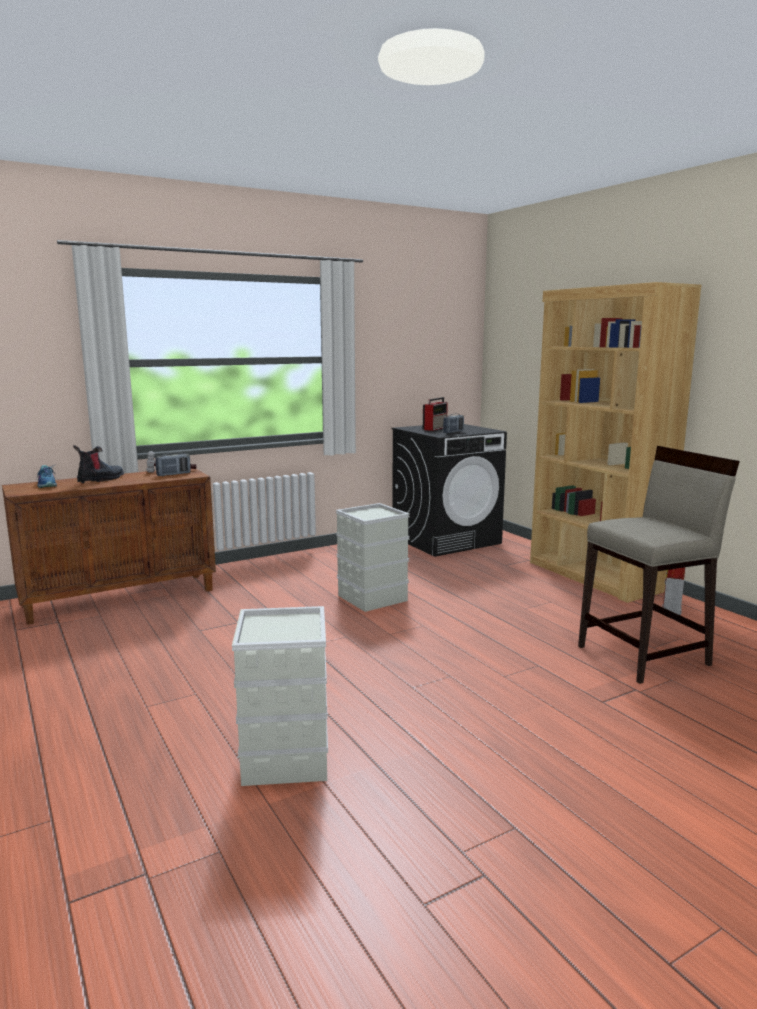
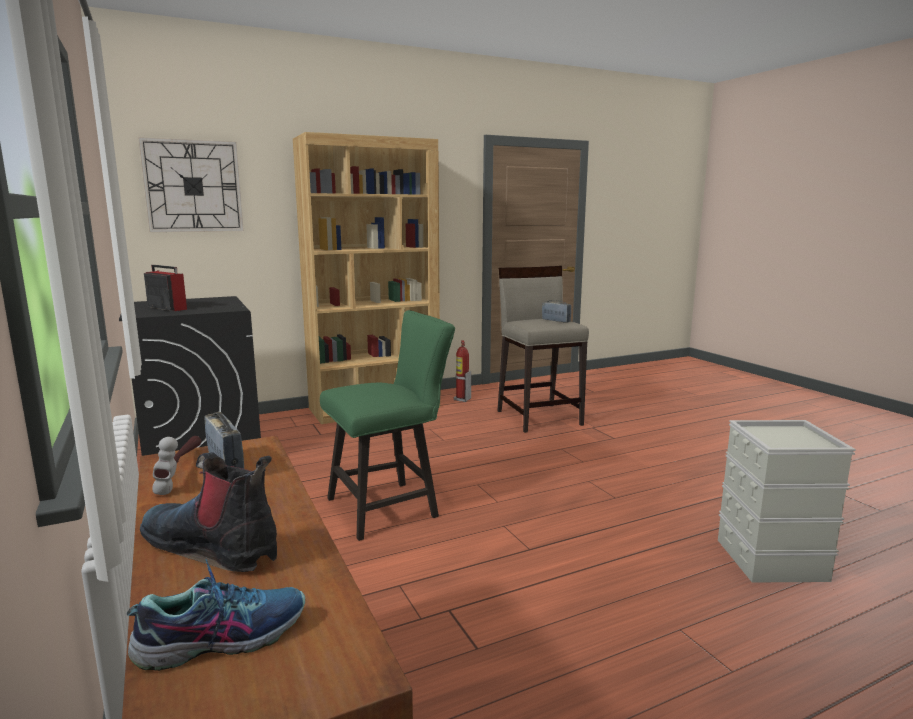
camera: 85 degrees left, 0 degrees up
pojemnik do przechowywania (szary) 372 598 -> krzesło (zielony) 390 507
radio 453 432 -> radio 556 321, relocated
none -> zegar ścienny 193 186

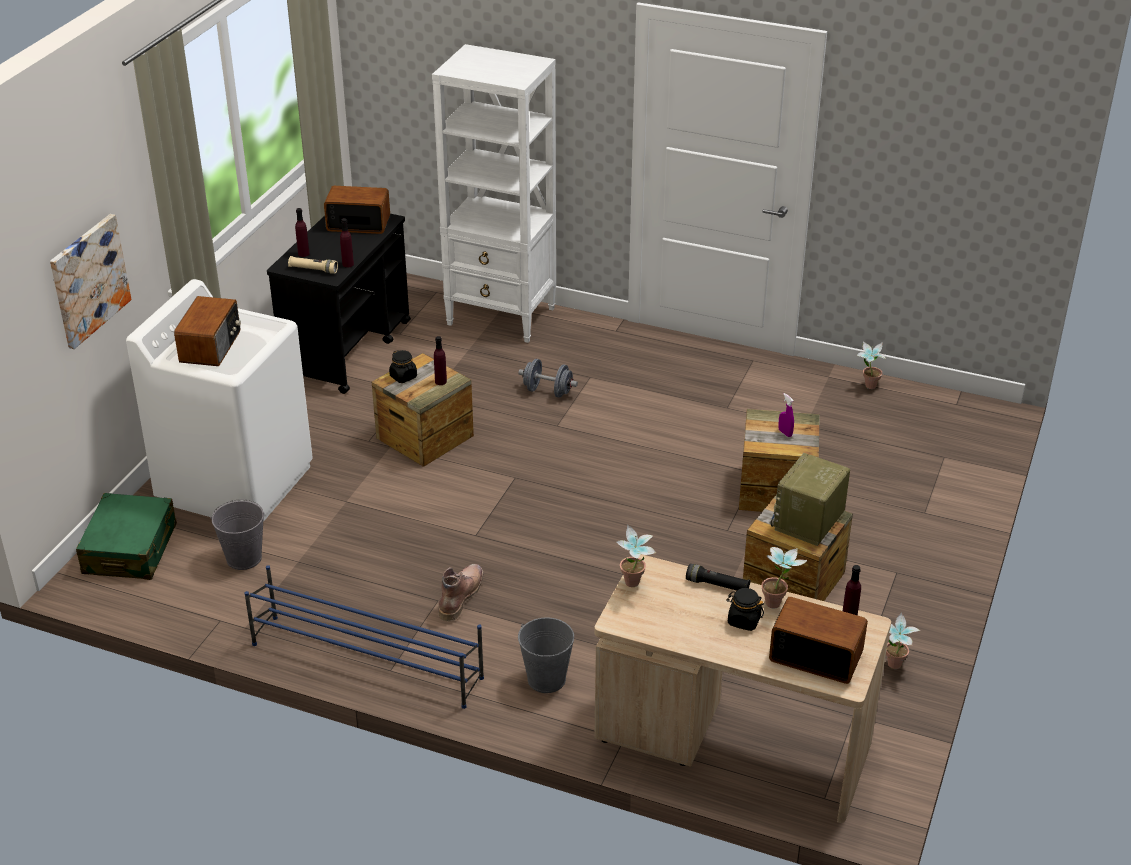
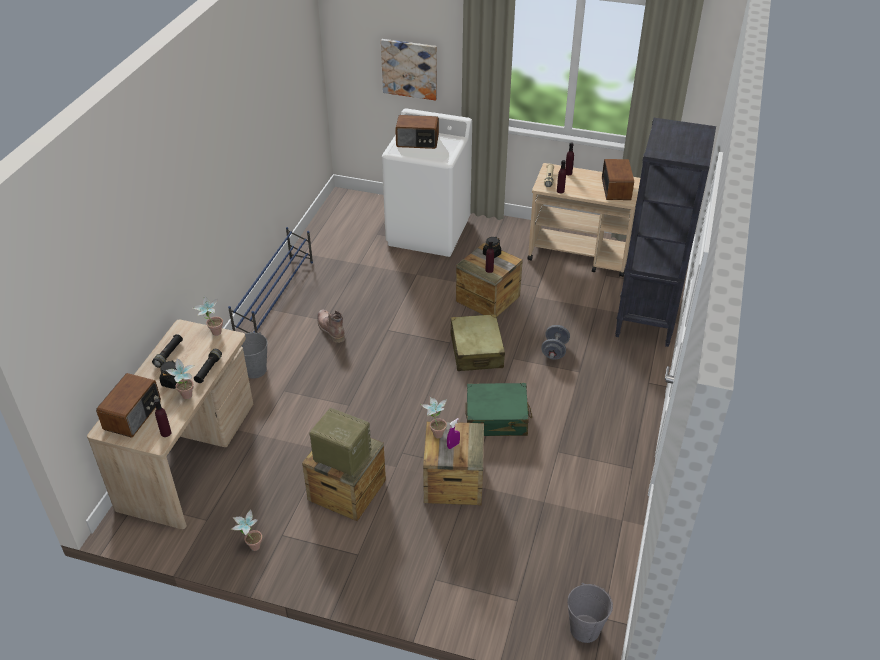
camera: 85 degrees right, 5 degrees up
walizka (zielony) 130 549 -> walizka (zielony) 497 418, relocated
wiadro (szary) 244 558 -> wiadro (szary) 584 629, relocated
wózek (czarny) 347 349 -> wózek (beżowy) 580 255
regał (biały) 502 317 -> regał (czarny) 645 321
but z cholewką (brązowy) 460 596 -> but z cholewką (brązowy) 330 328, 135 degrees counterclockwise
roślina doniczkowa 867 387 -> roślina doniczkowa 435 432, relocated
none -> latarka (czarny) 168 354
none -> walizka (beżowy) 476 351

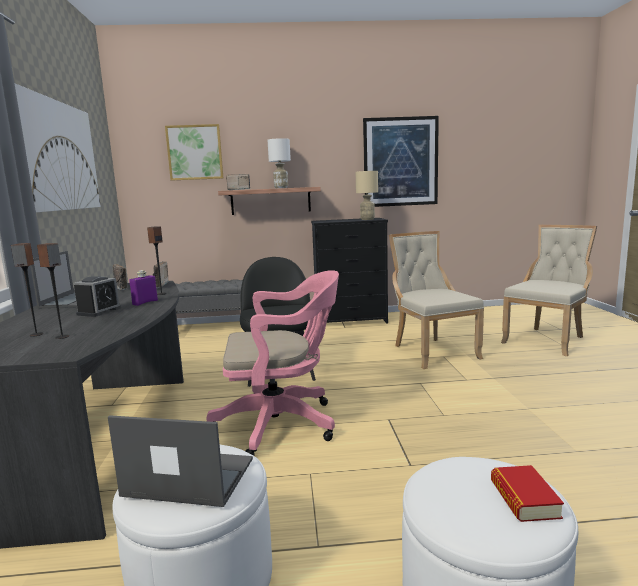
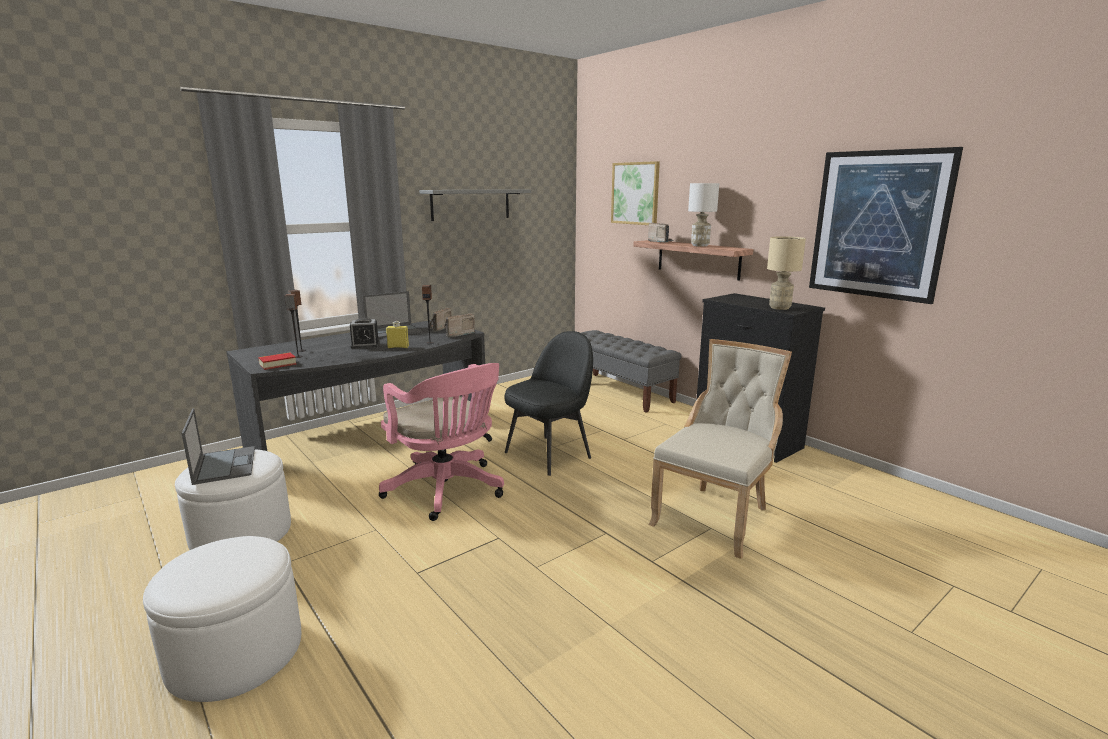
camera: 55 degrees right, 5 degrees up
obraz 59 156 -> półka (szary) 470 204
butelka (fioletowy) 145 302 -> butelka (żółty) 398 347
książka 524 499 -> książka 278 364, relocated
krzesło (beżowy) 547 340 -> none

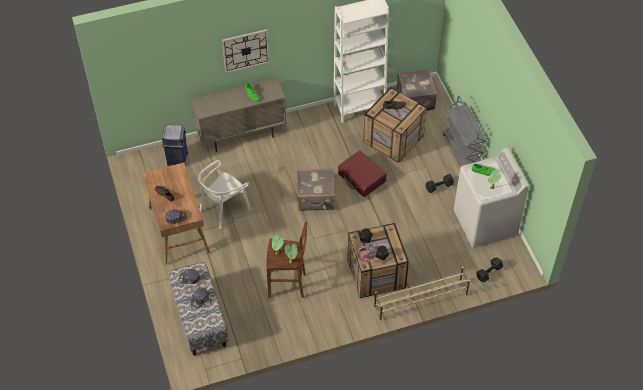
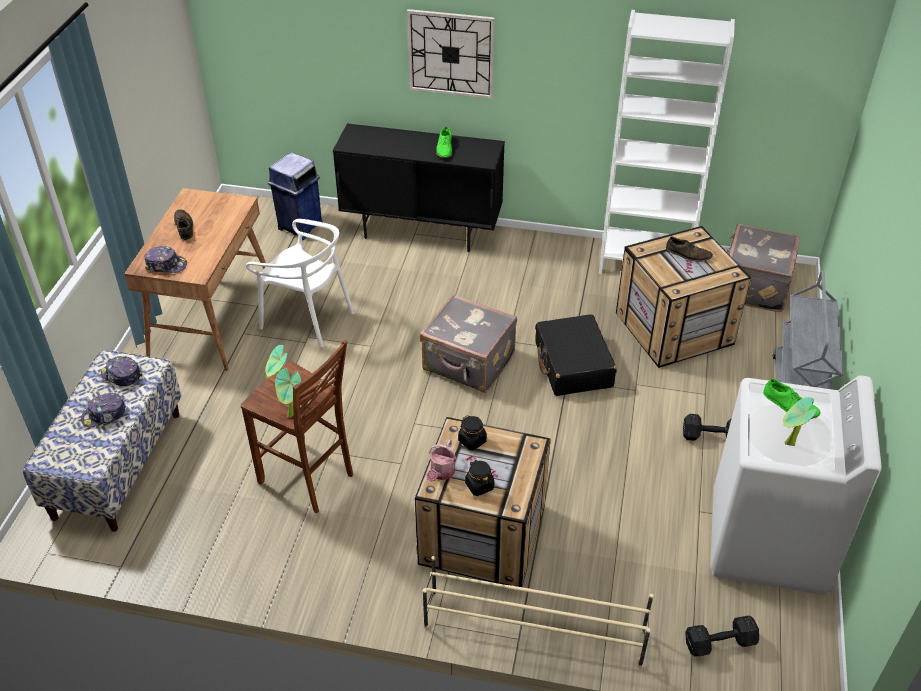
camera: 30 degrees right, 10 degrees down
szafka (beżowy) 241 135 -> szafka (czarny) 422 232
krzesło (biały) 224 208 -> krzesło (biały) 307 318, 135 degrees counterclockwise
walizka (czerwony) 361 178 -> walizka (czarny) 573 365

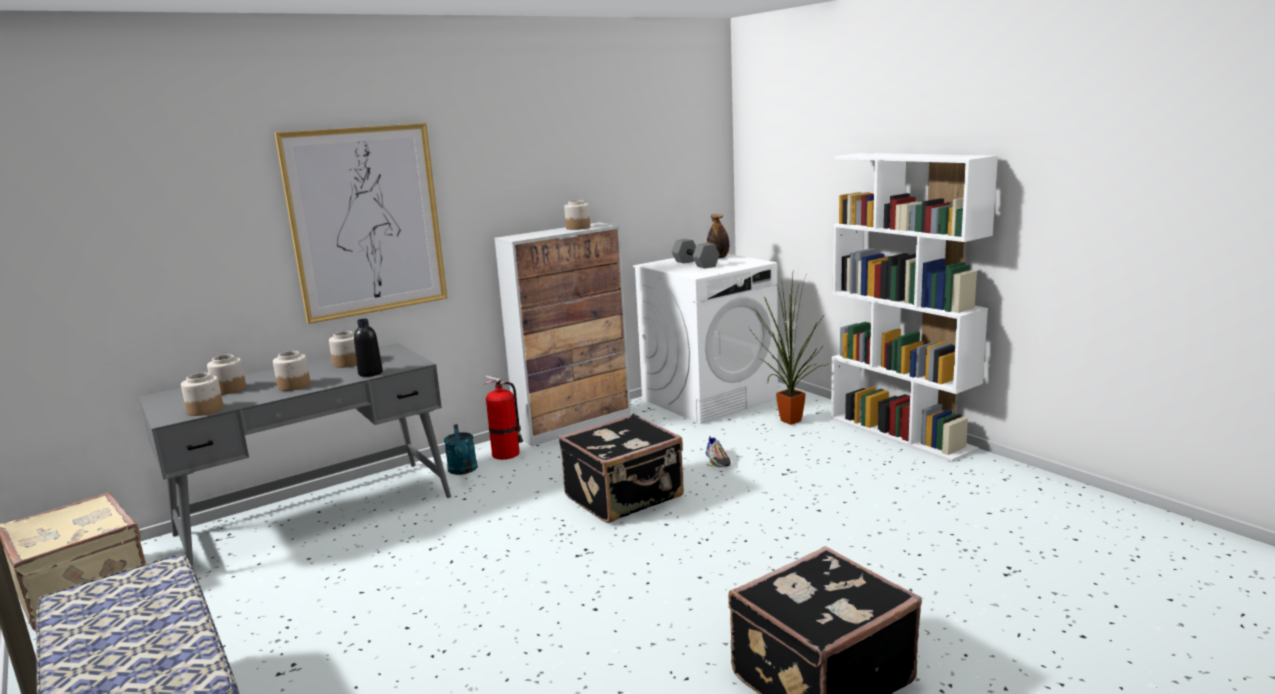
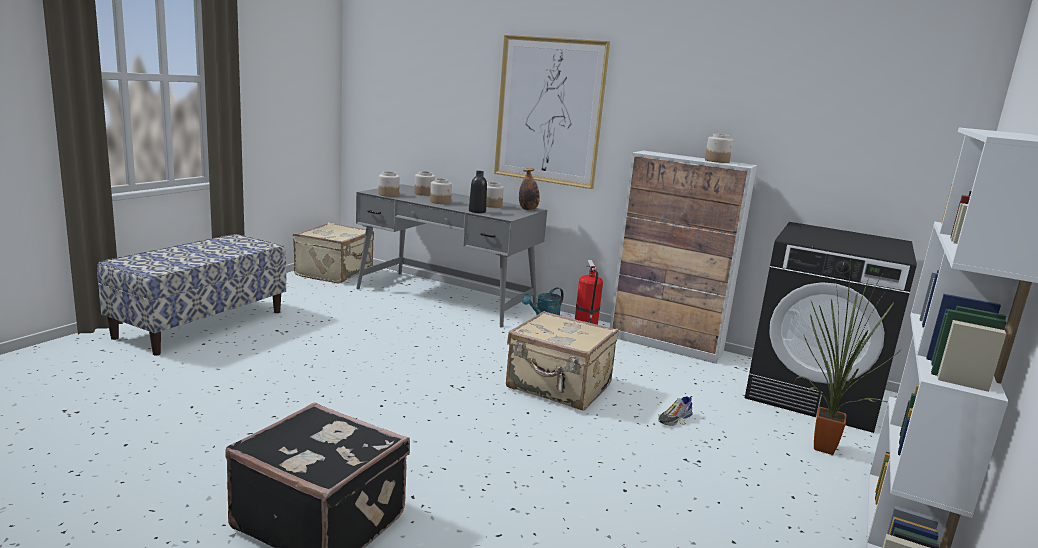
camera: 60 degrees right, 0 degrees up
walizka (czarny) 625 497 -> walizka (beżowy) 558 387
pralka (biały) 709 398 -> pralka (czarny) 812 394
hantel (szary) 694 264 -> none
butelka 718 257 -> butelka 528 209, relocated

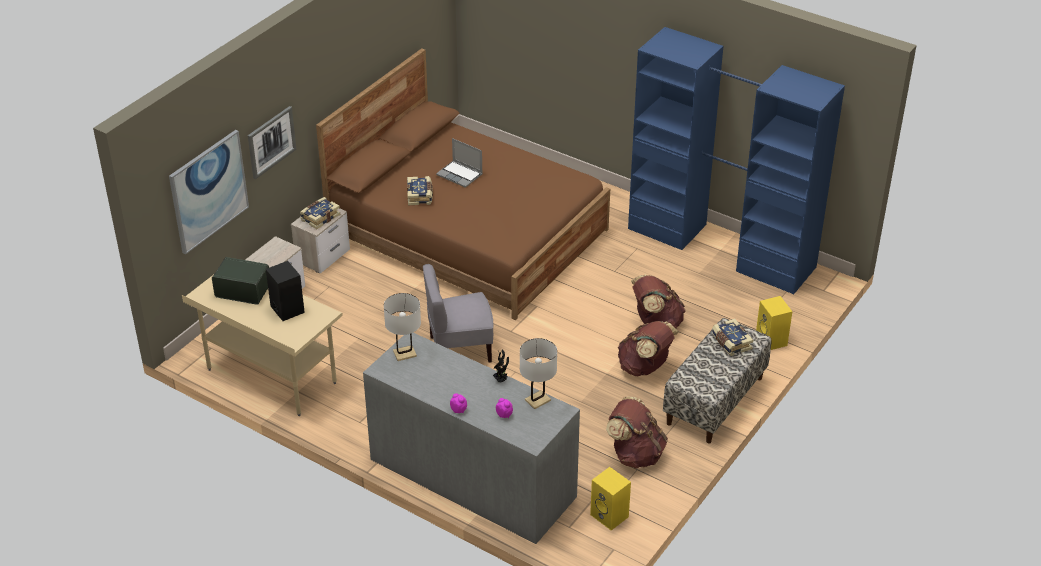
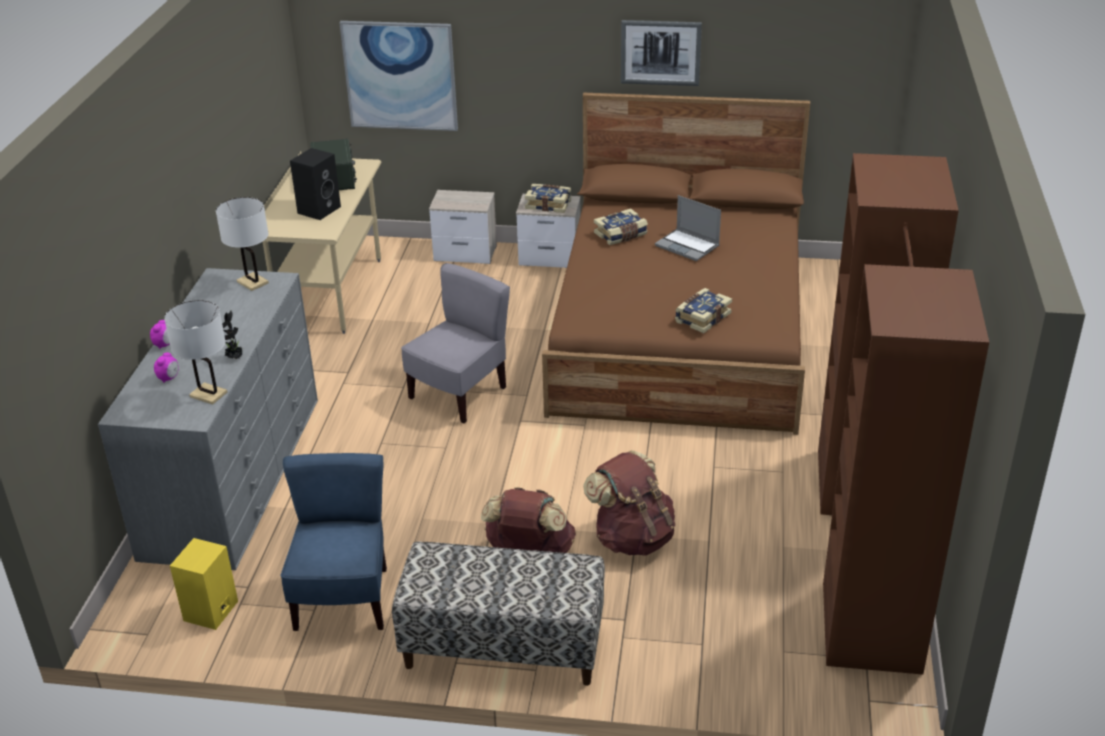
camera: 65 degrees right, 5 degrees down
obraz 271 142 -> obraz 660 52, relocated
krzesło (szary) 460 348 -> krzesło (szary) 459 394, 75 degrees clockwise
laptop 460 175 -> laptop 688 246, 60 degrees counterclockwise
plecak (brązowy) 635 454 -> krzesło (niebieski) 344 599
szafa (niebieski) 721 248 -> szafa (brązowy) 865 552
książka 730 343 -> książka 702 318, relocated
głośnik (żółty) 772 340 -> none

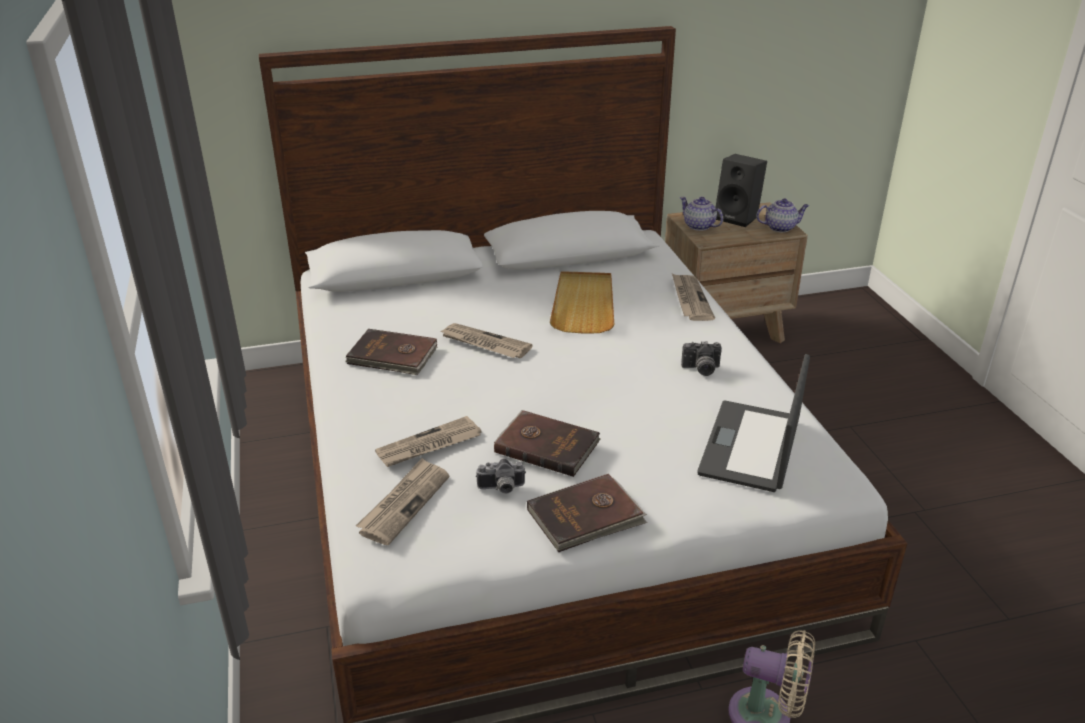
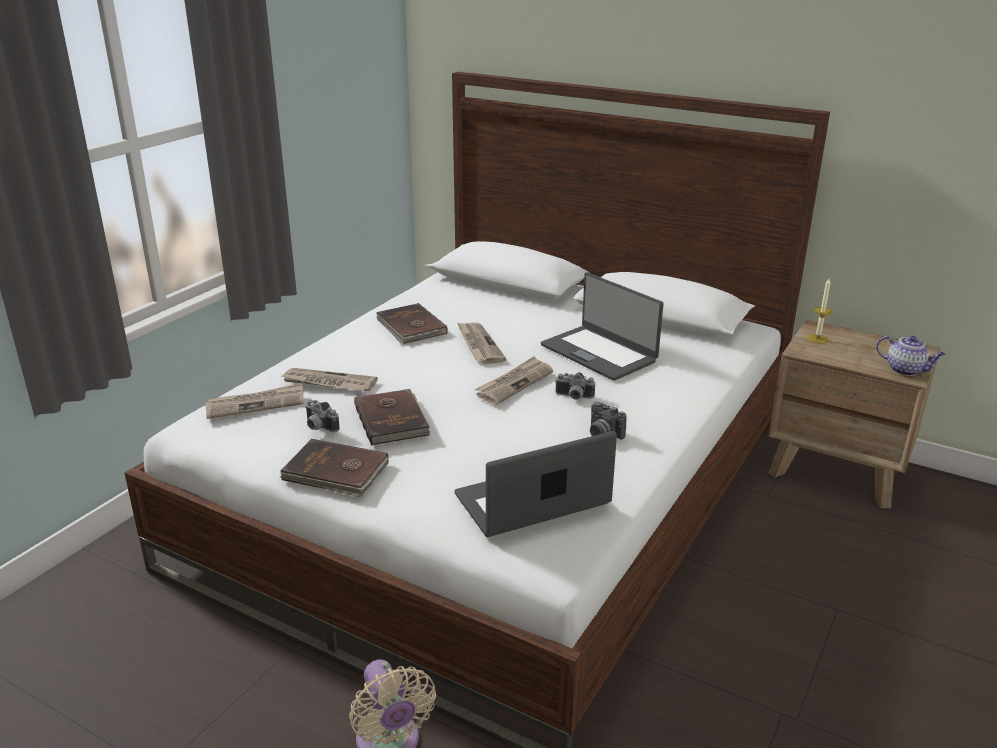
camera: 45 degrees right, 5 degrees down
taca (beżowy) 583 305 -> laptop 599 353
gazeta 690 299 -> gazeta 514 383, relocated
imbryk 699 226 -> świeca 817 339
głośnik (czarny) 738 217 -> none
none -> aparat fotograficzny 573 397

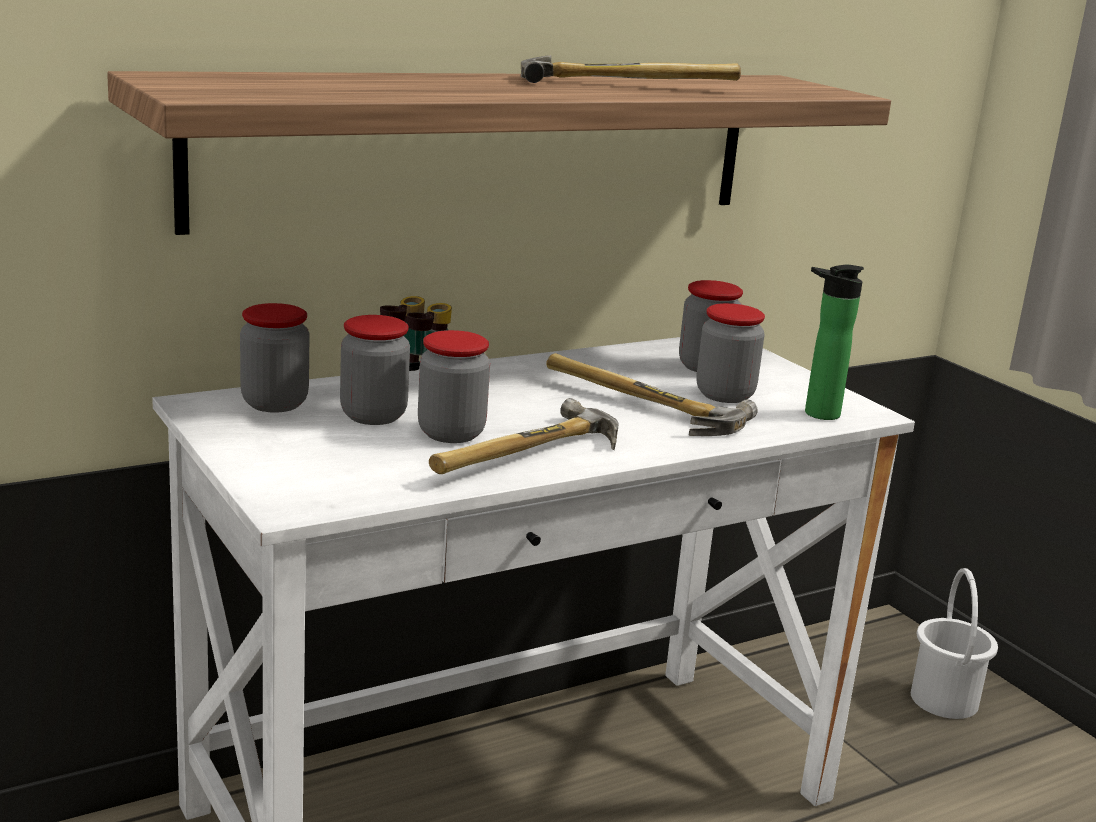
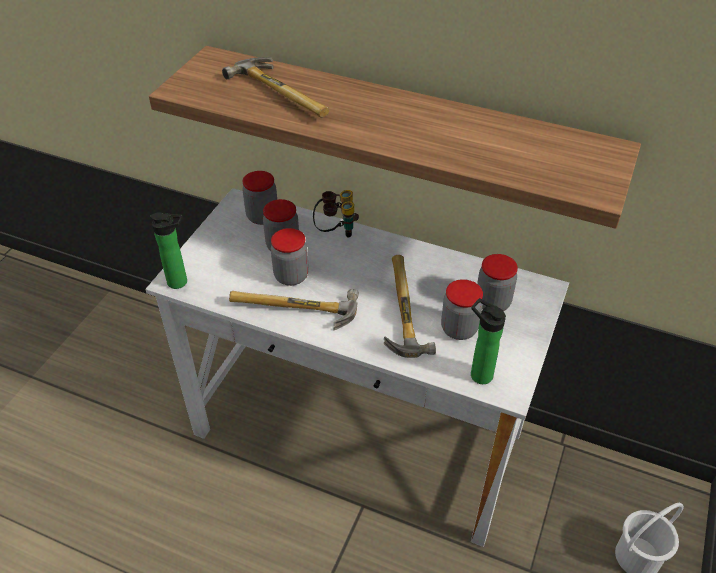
camera: 55 degrees right, 25 degrees up
młotek 625 84 -> młotek 285 92, relocated
none -> butelka 180 282

